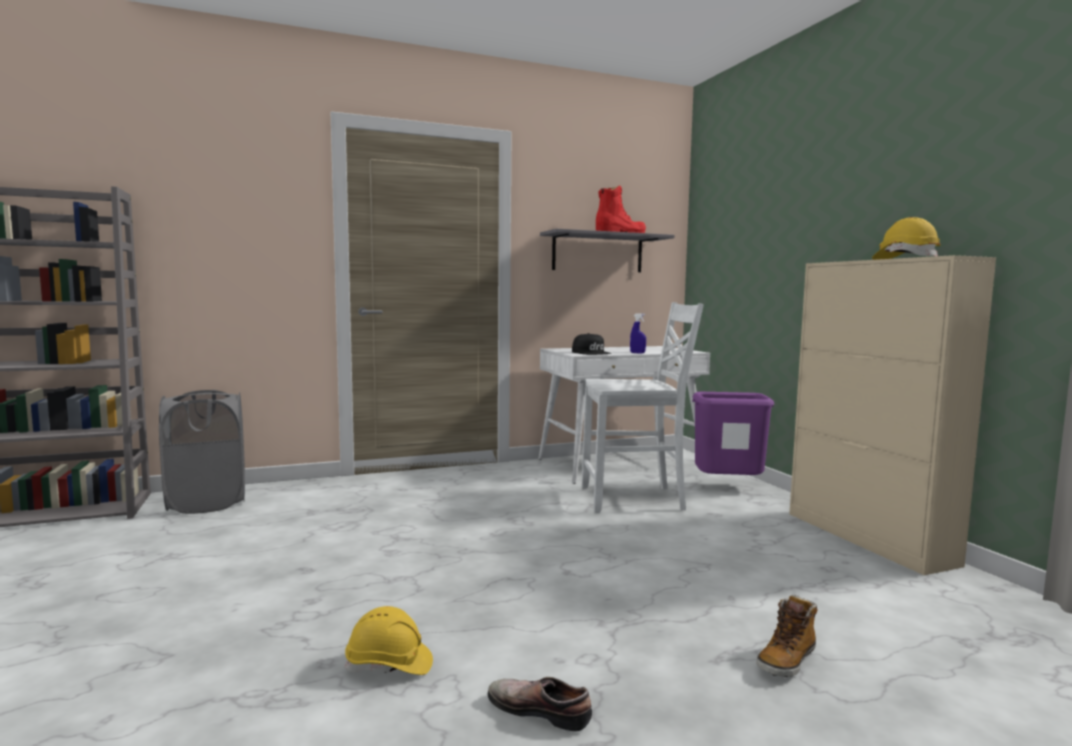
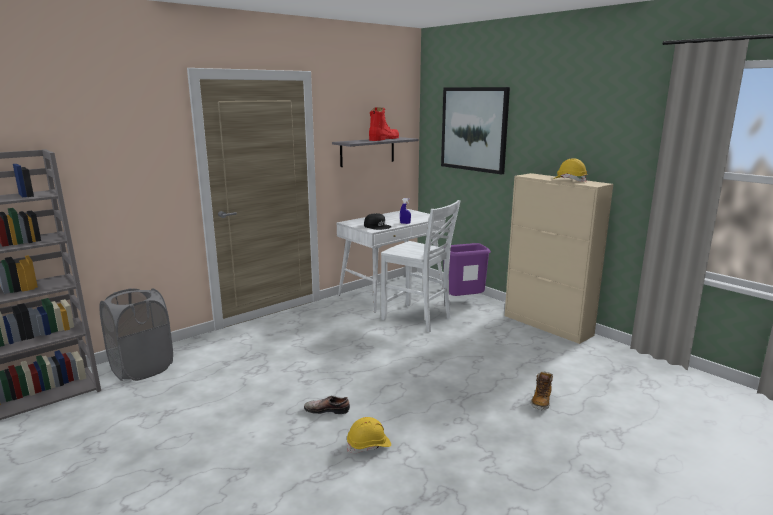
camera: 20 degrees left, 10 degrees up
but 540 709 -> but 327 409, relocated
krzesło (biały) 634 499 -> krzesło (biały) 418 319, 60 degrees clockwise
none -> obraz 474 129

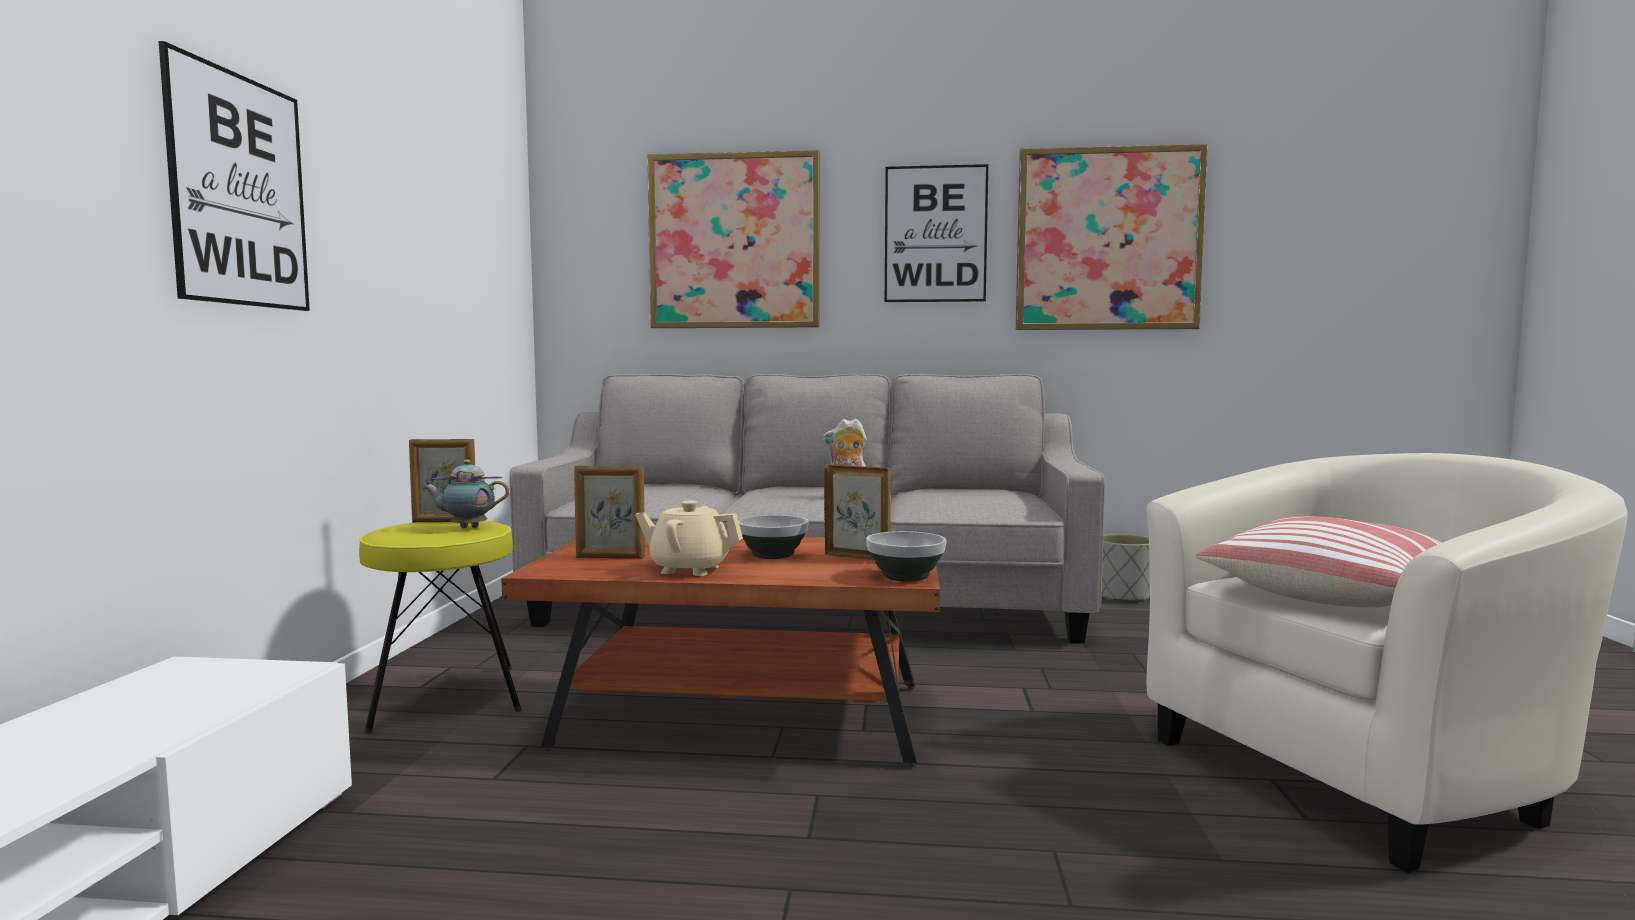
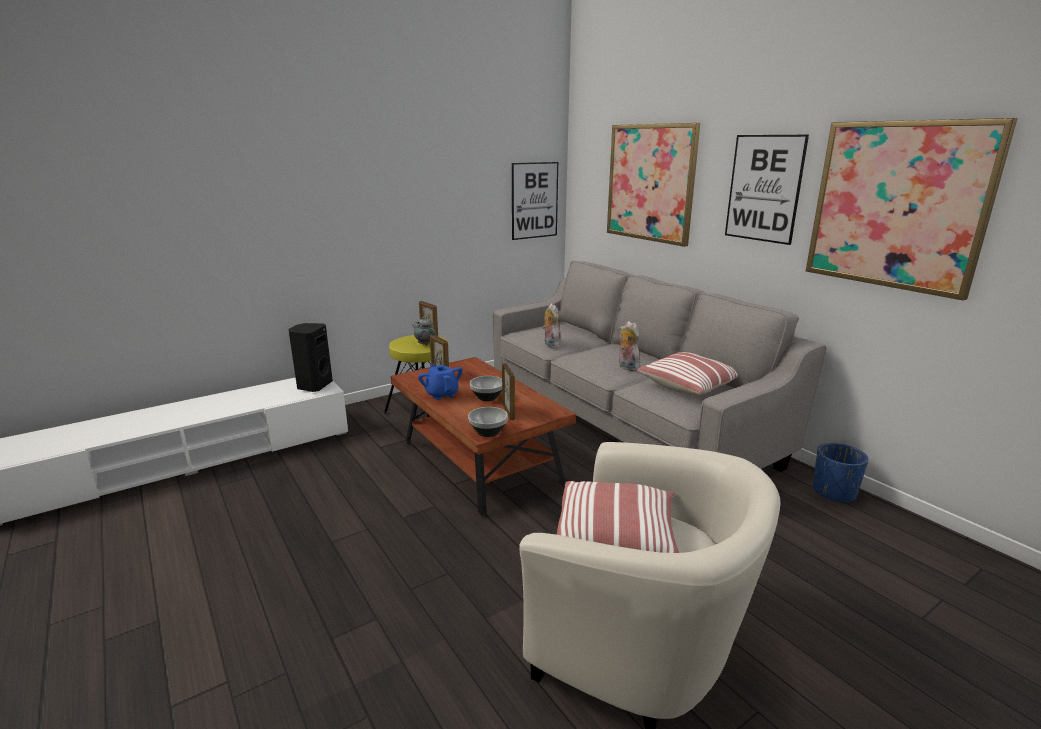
camera: 50 degrees right, 15 degrees up
obraz 240 190 -> obraz 534 200, relocated
imbryk (beżowy) 689 569 -> imbryk (niebieski) 441 394
donica (szary) 1123 596 -> donica (niebieski) 834 493
none -> głośnik (czarny) 313 386
none -> pluszak 550 345
none -> poduszka 689 385

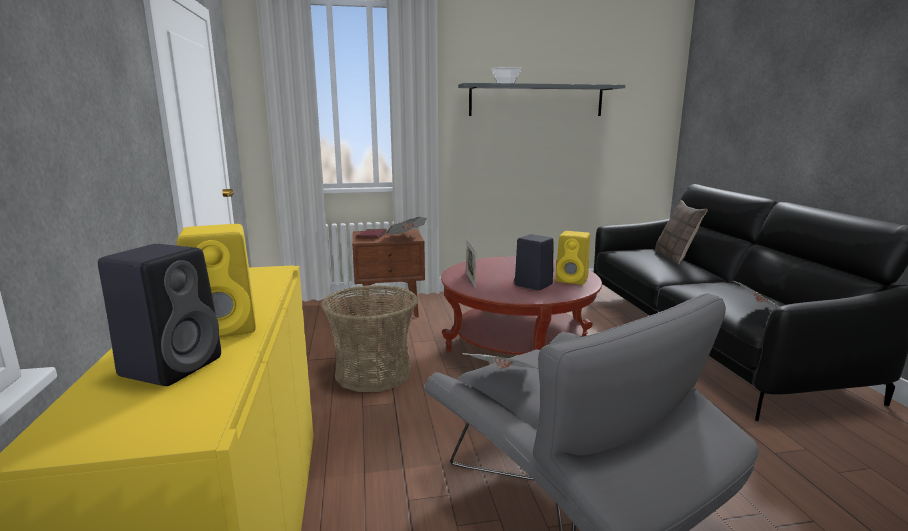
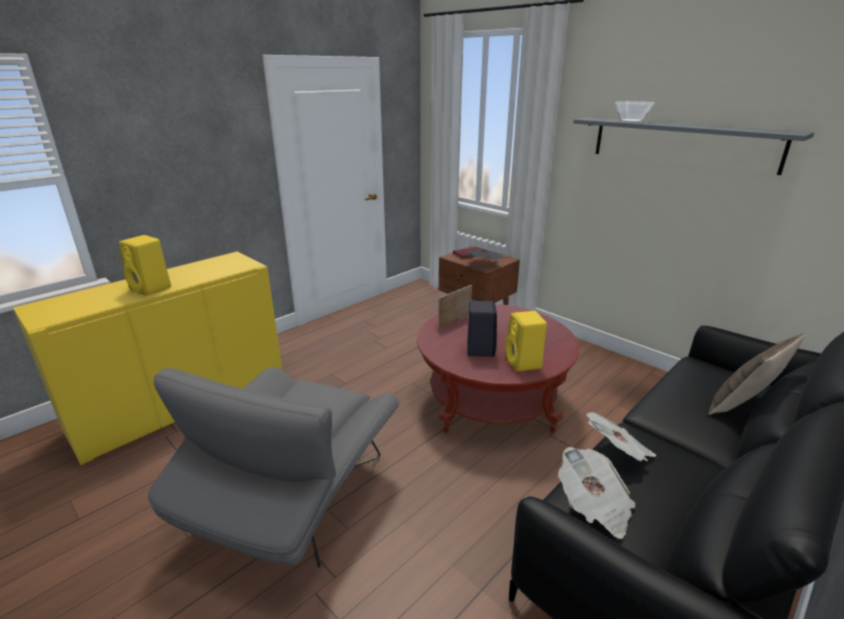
camera: 55 degrees right, 10 degrees up
głośnik (czarny) 173 365 -> none
koszyk 373 373 -> none
gazeta 502 380 -> gazeta 618 452, relocated

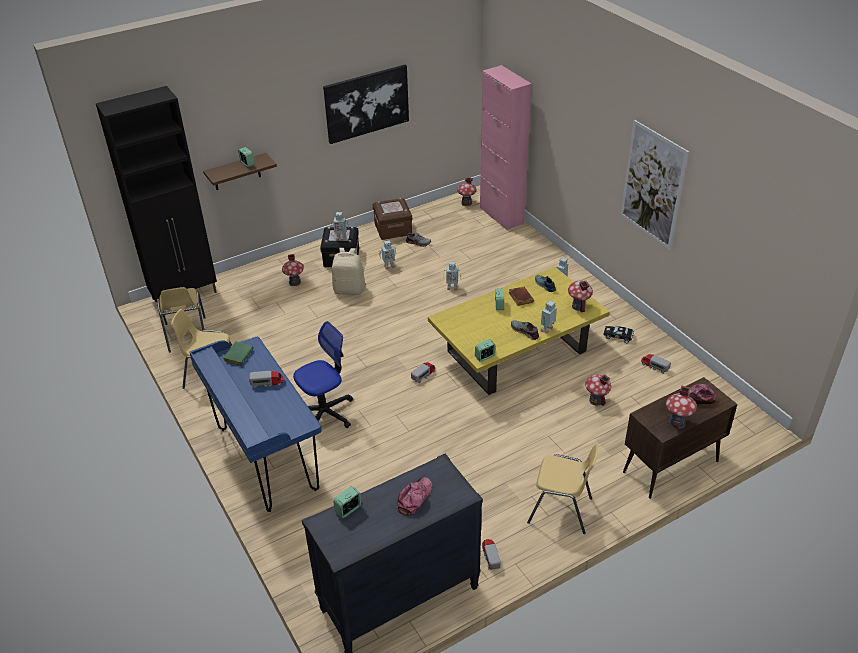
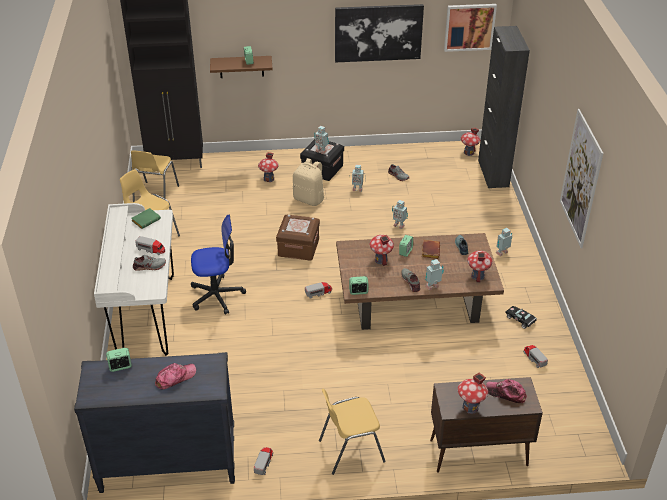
camera: 25 degrees right, 0 degrees up
biurko (niebieski) 266 459 -> biurko (biały) 146 316
pojemnik do przechowywania (brązowy) 393 229 -> pojemnik do przechowywania (brązowy) 298 248, relocated
ława (żółty) 516 352 -> ława (brązowy) 414 301
szafka (różowy) 501 215 -> szafka (czarny) 493 173
krzesło (żółty) 560 510 -> krzesło (żółty) 350 450, 120 degrees clockwise
domek 596 400 -> domek 381 260, relocated
none -> but (szary) 149 266
none -> obraz 469 27

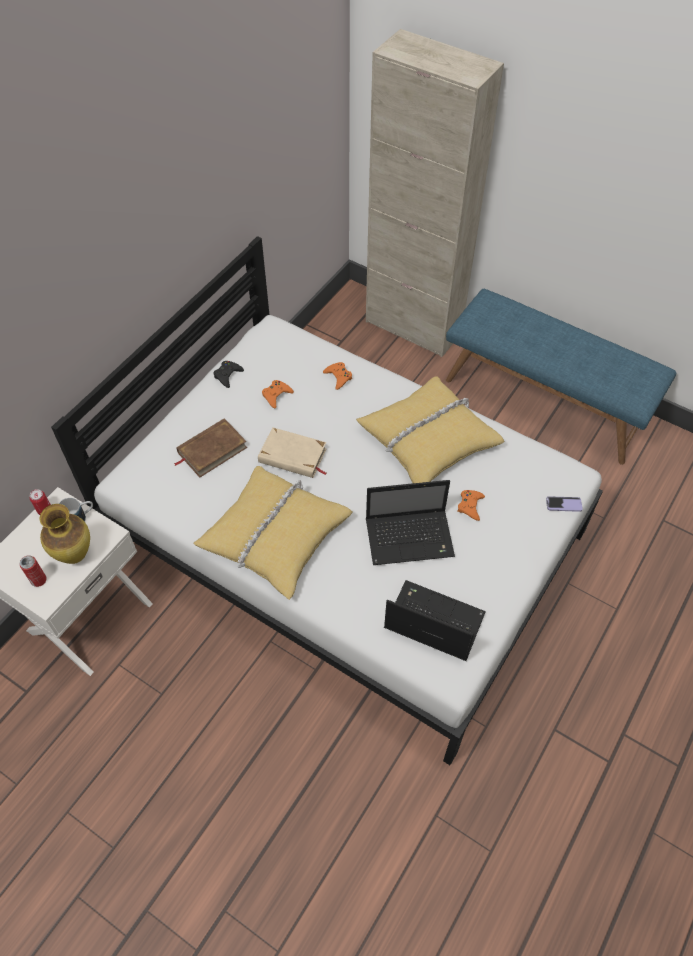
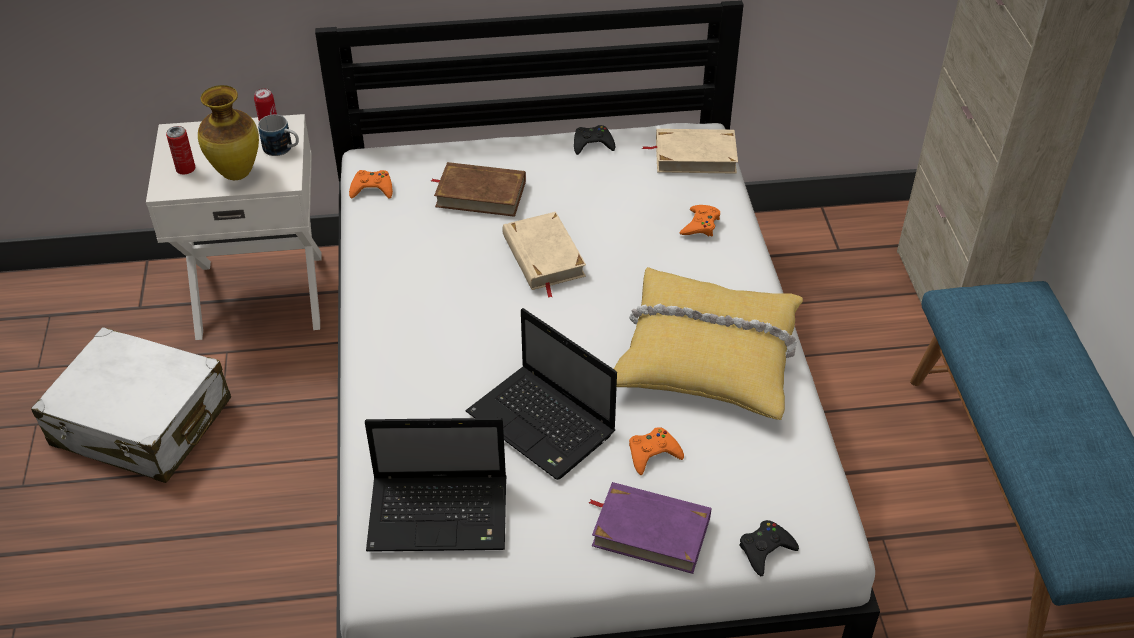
camera: 50 degrees right, 10 degrees down
poduszka (żółty) 274 536 -> none
pad do gier (pomarańczowy) 276 395 -> pad do gier (pomarańczowy) 372 189, relocated
laptop 431 621 -> laptop 442 514, 105 degrees clockwise
telefon 563 504 -> pad do gier (czarny) 765 550
none -> walizka (biały) 141 423
none -> książka (fioletowy) 651 531
none -> książka (beżowy) 695 155

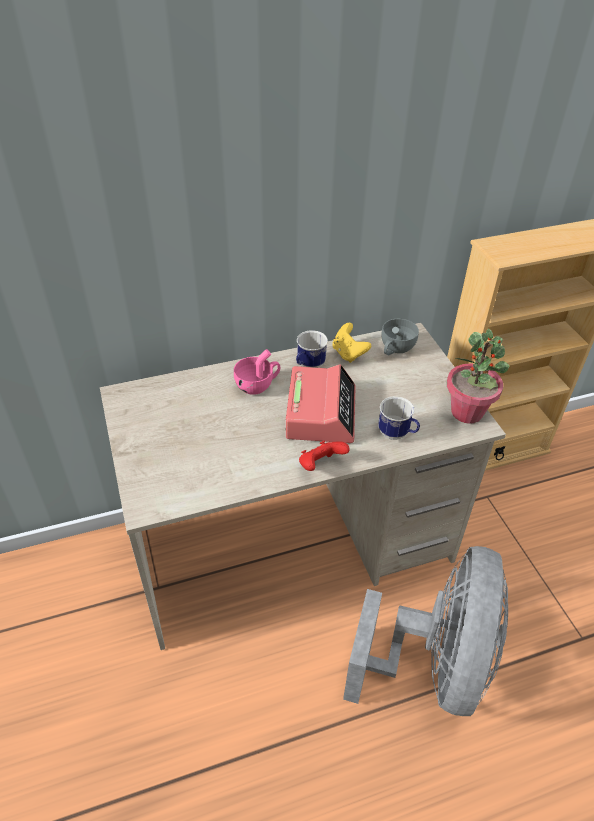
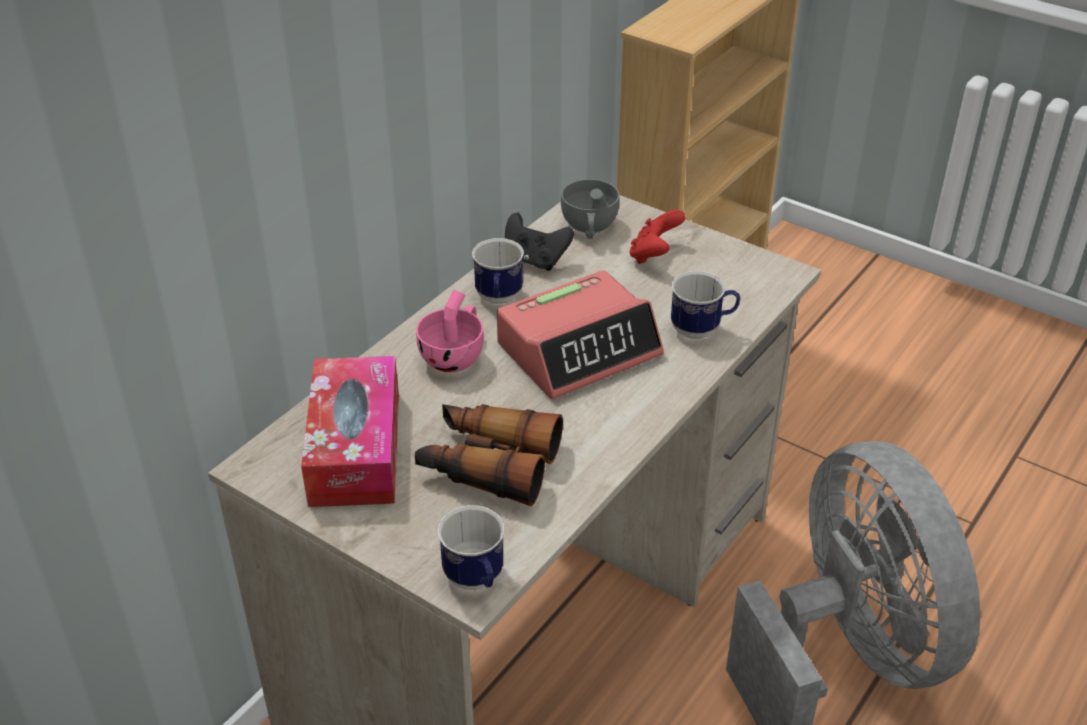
camera: 35 degrees left, 5 degrees down
budzik 321 412 -> budzik 579 349, 90 degrees clockwise
pad do gier (czerwony) 320 465 -> pad do gier (czerwony) 654 255, relocated
pad do gier (żółty) 348 353 -> pad do gier (czarny) 535 260
roślina doniczkowa 467 412 -> none
none -> pudełko chusteczek 355 448
none -> lornetka 488 464
none -> kubek 476 582

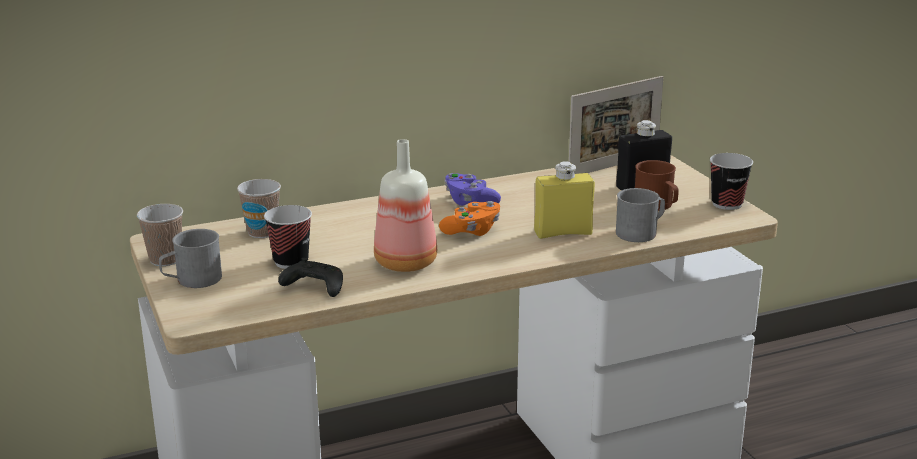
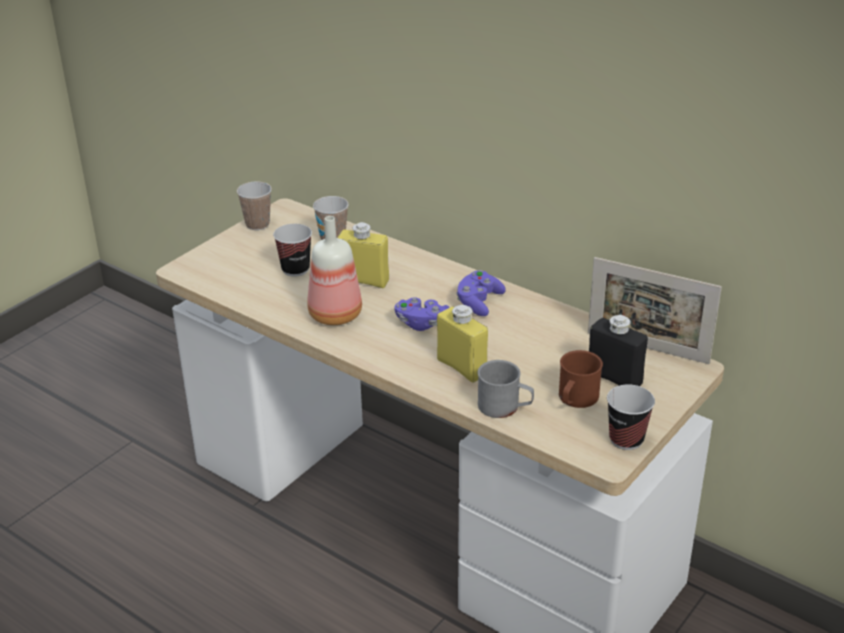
camera: 60 degrees right, 10 degrees up
kubek (szary) 192 280 -> none
pad do gier (czarny) 313 288 -> none
pad do gier (pomarańczowy) 472 231 -> pad do gier (fioletowy) 421 323
none -> butelka (żółty) 364 281

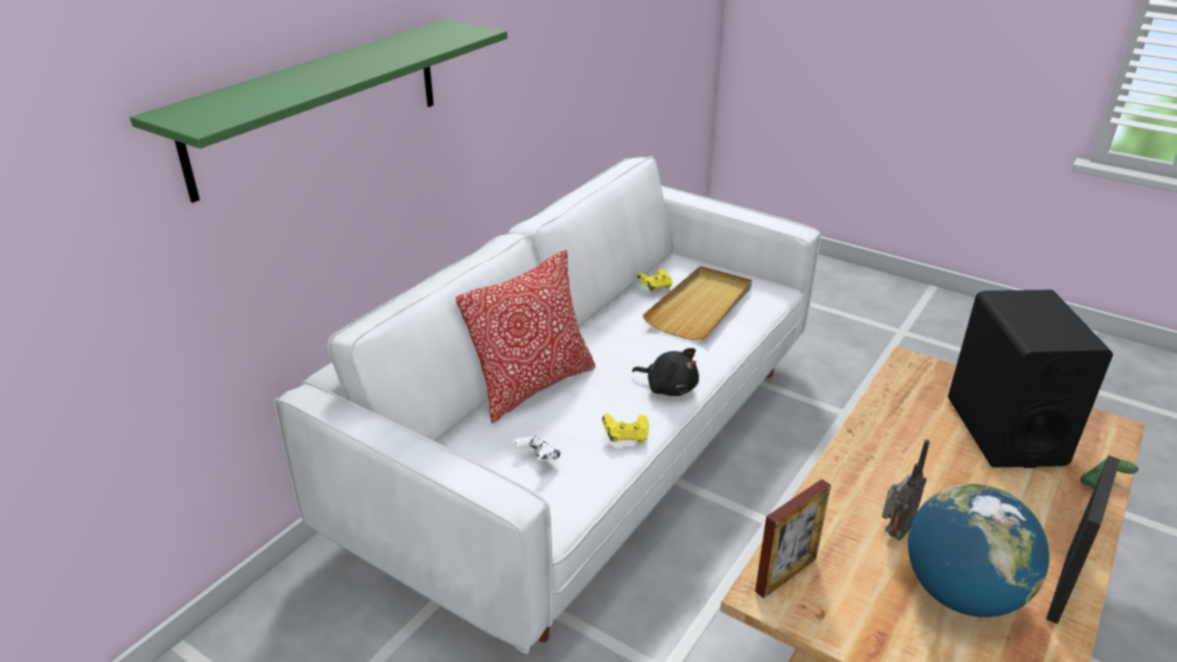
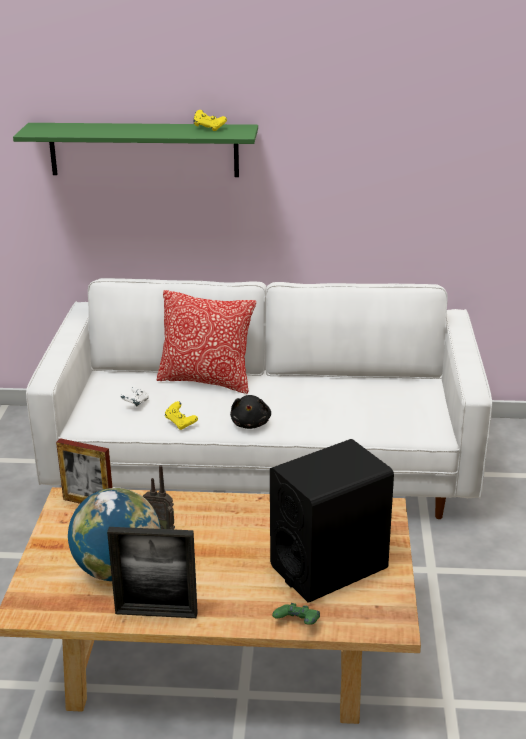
camera: 60 degrees right, 5 degrees down
pad do gier (żółty) 655 288 -> pad do gier (żółty) 209 128, relocated
taca (beżowy) 700 306 -> none

